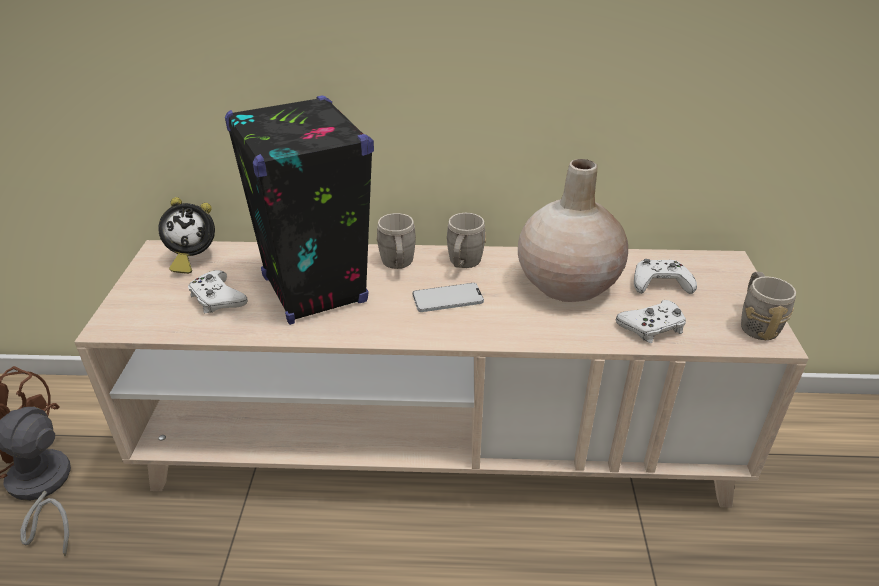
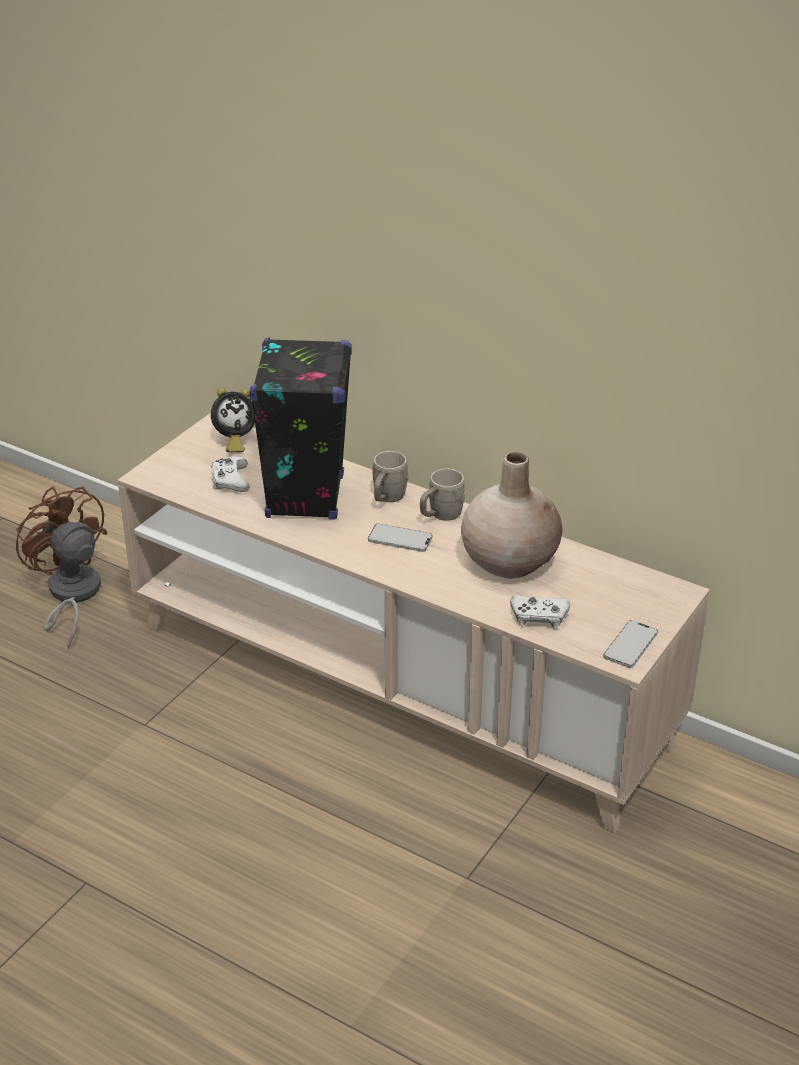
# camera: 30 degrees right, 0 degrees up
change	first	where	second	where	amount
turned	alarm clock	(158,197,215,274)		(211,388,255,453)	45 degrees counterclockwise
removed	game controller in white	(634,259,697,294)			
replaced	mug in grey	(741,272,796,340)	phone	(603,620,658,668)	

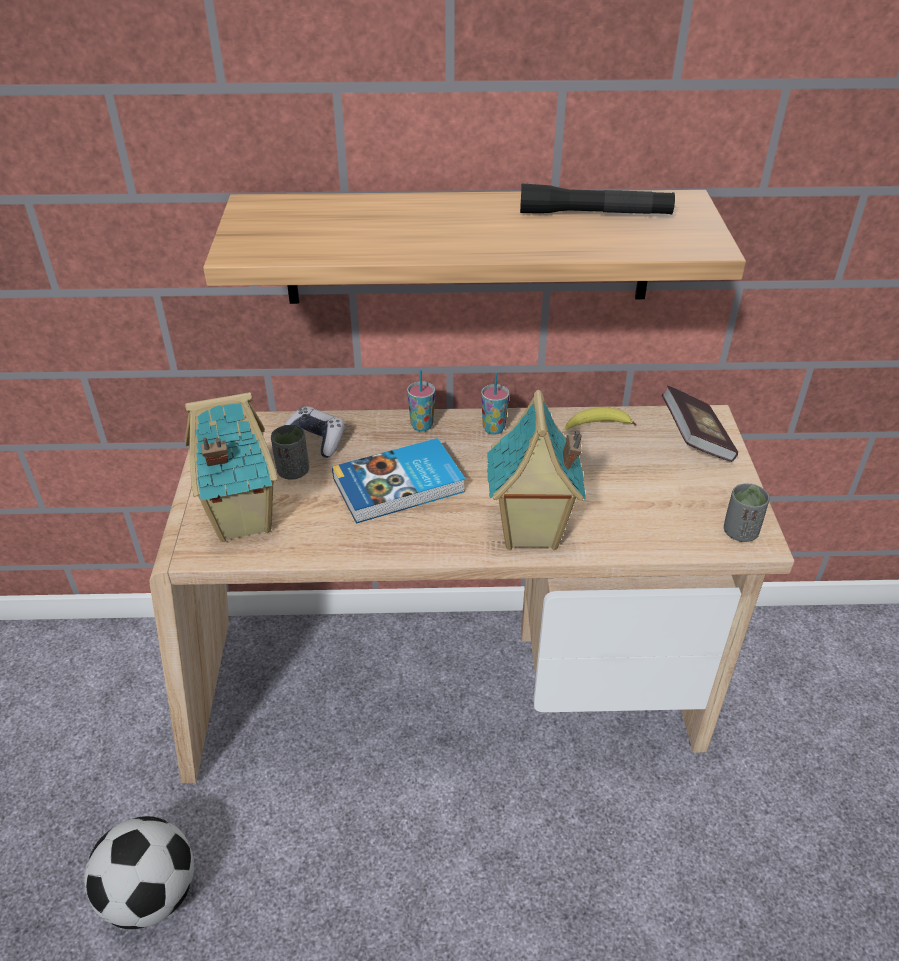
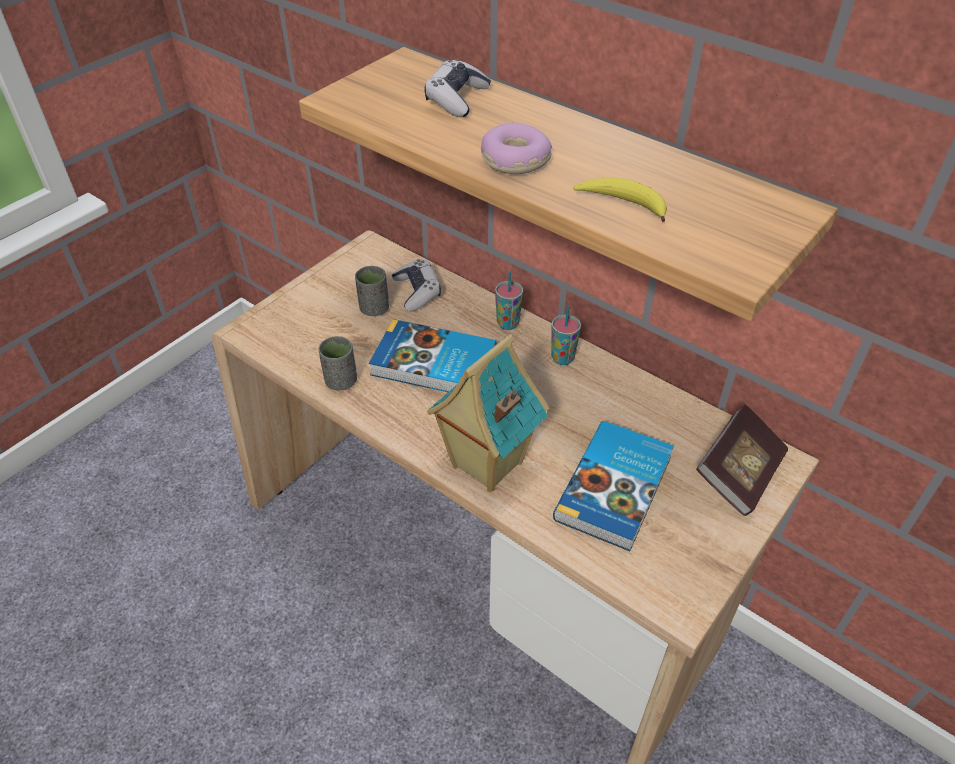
# camera: 40 degrees right, 5 degrees up
change	first	where	second	where	amount
removed	football	(84,816,194,929)			
removed	toy house	(185,392,277,542)			
removed	flashlight in black	(520,184,675,215)			
moved	banana	(565,407,636,430)		(573,178,667,222)	
moved	cup in grey	(724,483,770,542)		(318,336,357,390)	
added			game controller	(424,59,491,117)	
added			donut	(481,123,552,174)	
added			book	(553,420,674,551)	

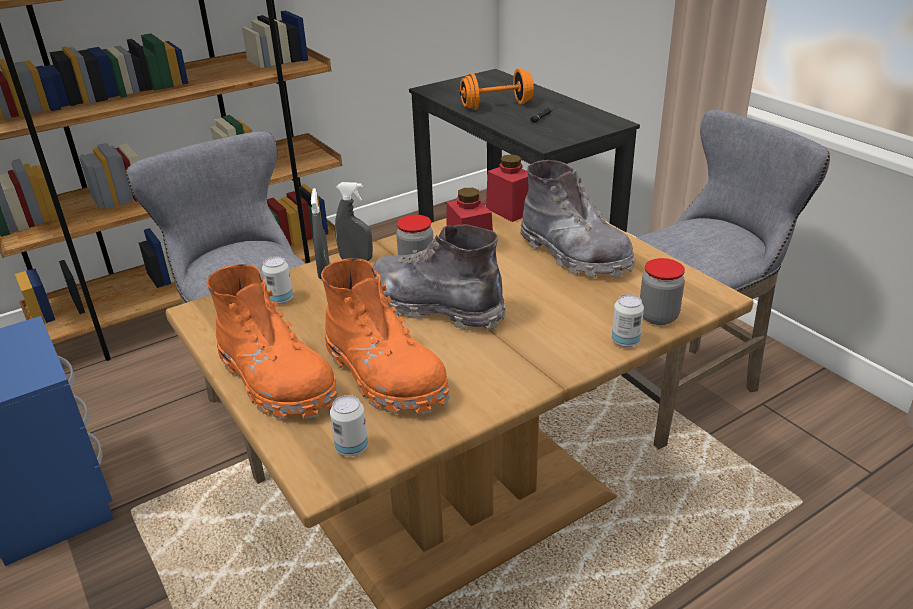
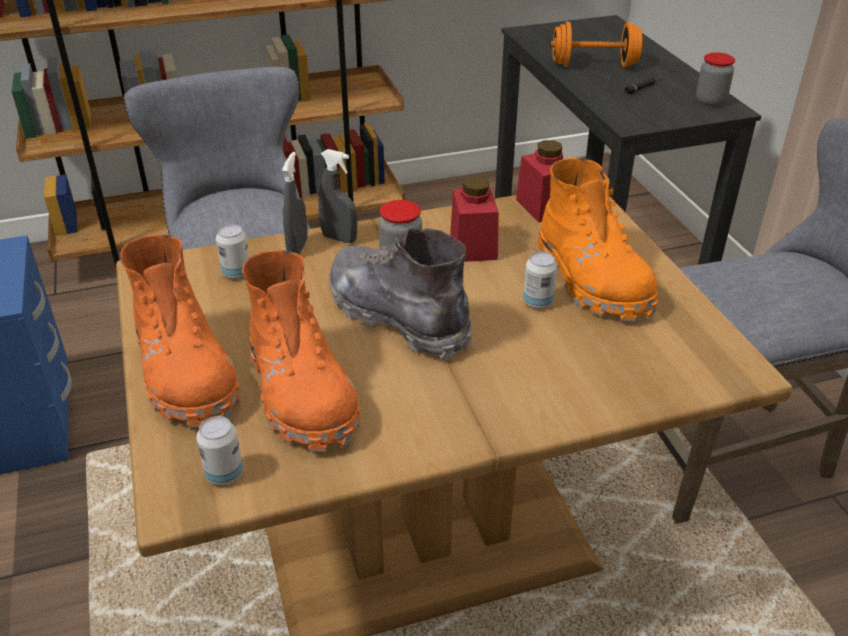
# camera: 15 degrees right, 5 degrees up
change	first	where	second	where	amount
recoloured	boot in grey	(520,160,636,278)	boot in orange	(538,158,658,321)	
moved	can	(612,294,644,347)		(523,252,557,309)	
moved	jar	(640,258,685,325)		(696,52,735,106)	

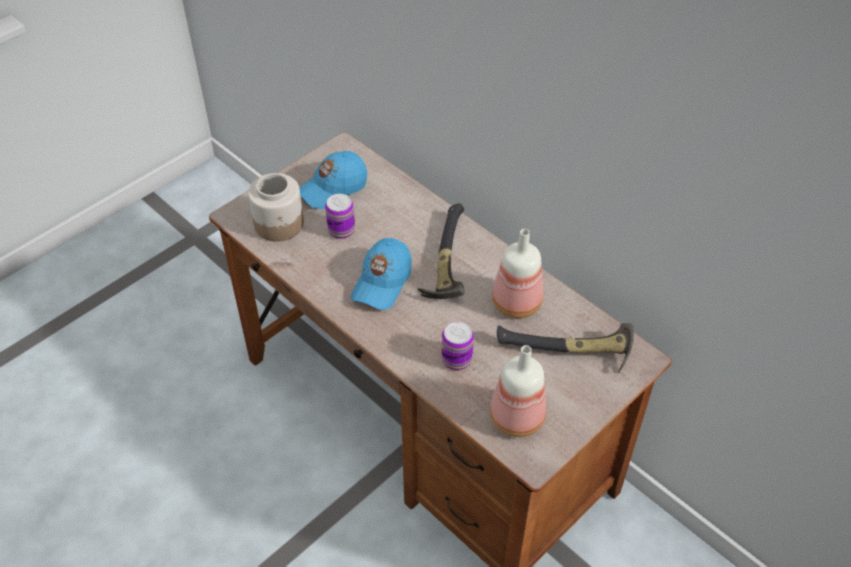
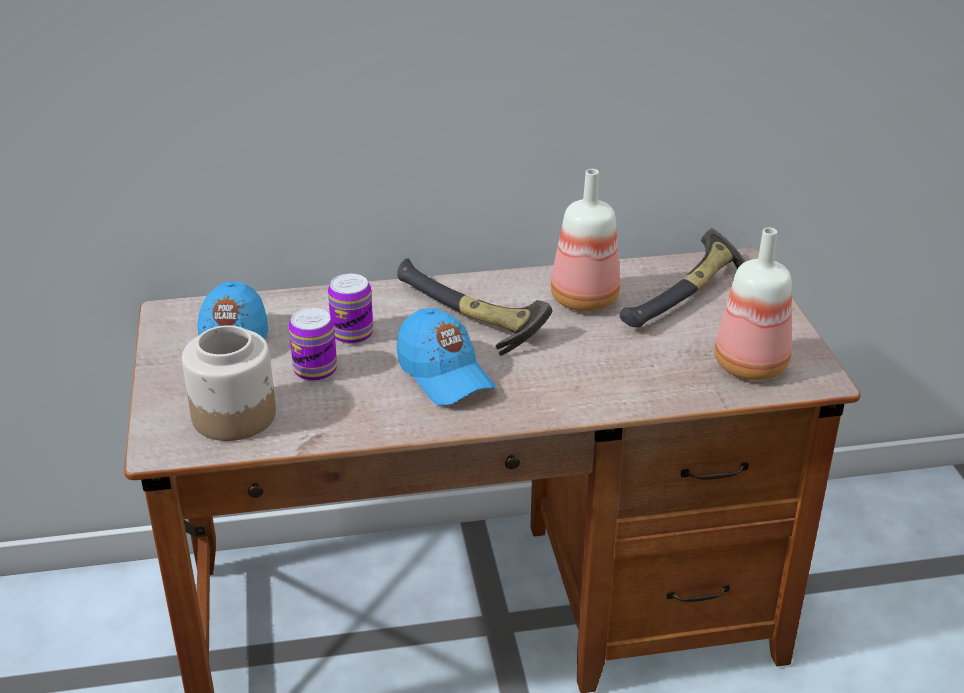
# camera: 55 degrees left, 15 degrees down
change	first	where	second	where	amount
moved	can	(442,322,474,370)		(328,274,373,344)	

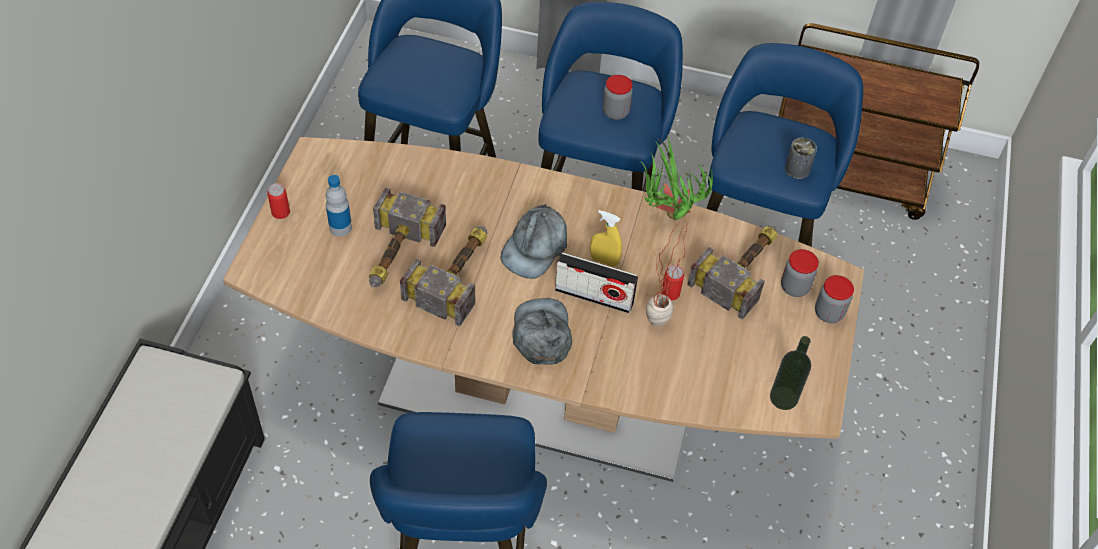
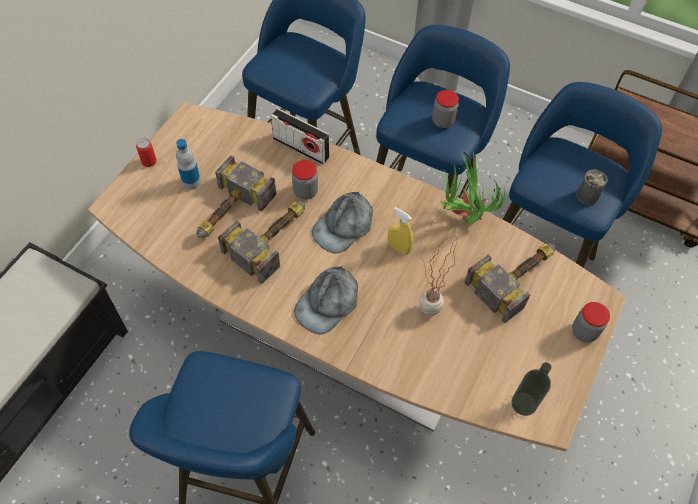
# camera: 15 degrees right, 5 degrees up
change	first	where	second	where	amount
turned	cap in grey	(512,298,572,364)		(294,266,358,335)	150 degrees counterclockwise
moved	radio	(555,252,638,313)		(271,108,330,164)	
removed	can	(661,265,684,301)			
moved	jar	(781,249,819,297)		(292,160,318,199)	

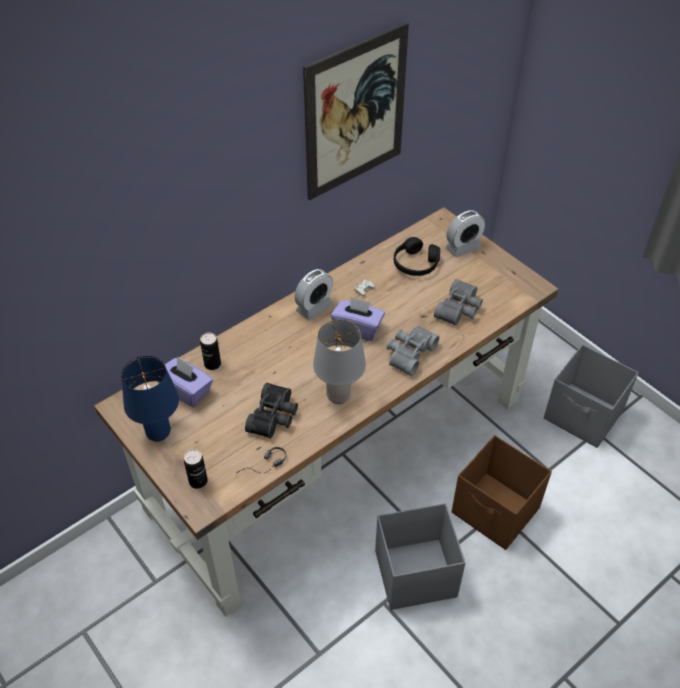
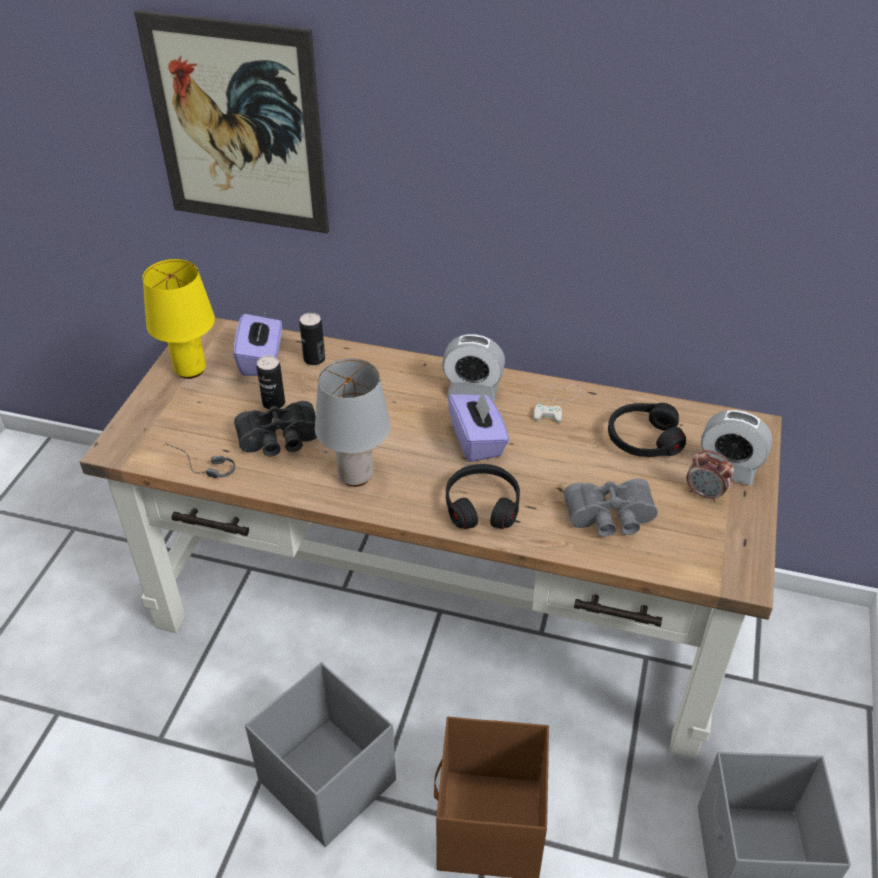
# camera: 55 degrees right, 5 degrees down
change	first	where	second	where	amount
recoloured	table lamp in blue	(121,356,179,441)	table lamp in yellow	(142,259,215,379)	
moved	can	(184,449,208,489)		(257,355,285,409)	
moved	picture	(303,22,409,200)		(134,10,329,234)	
replaced	binoculars in grey	(387,326,440,376)	headphones in black	(446,464,520,529)	
added			alarm clock	(687,450,734,502)	

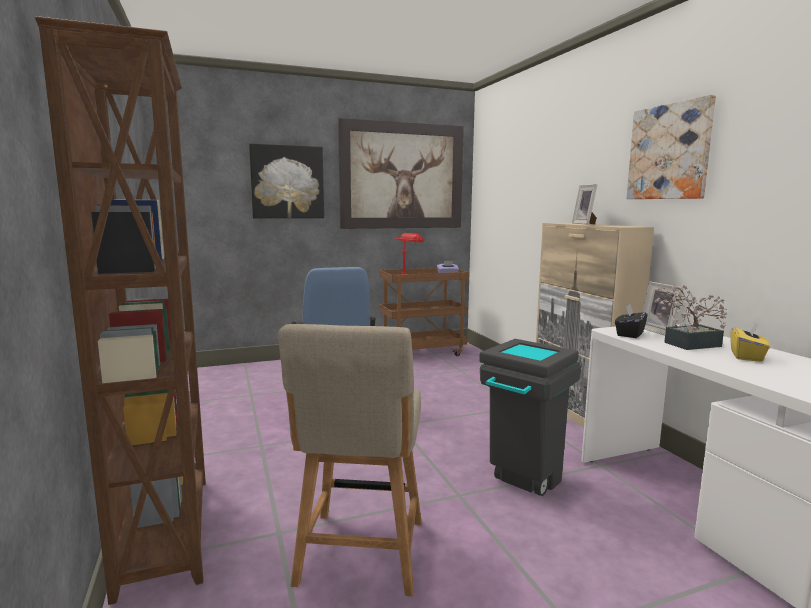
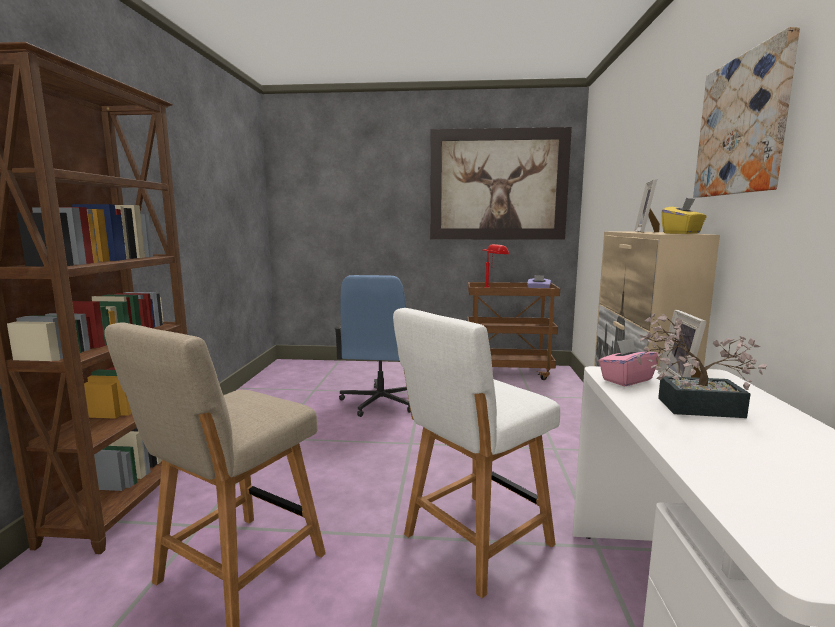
# camera: 25 degrees right, 0 degrees up
change	first	where	second	where	amount
removed	picture	(249,144,324,218)			
replaced	trash can in grey	(479,339,581,496)	chair in white	(393,308,560,598)	
recoloured	tissue box in black	(615,304,647,338)	tissue box in pink	(598,338,659,386)	
moved	tissue box in yellow	(730,323,770,362)		(661,198,707,234)	

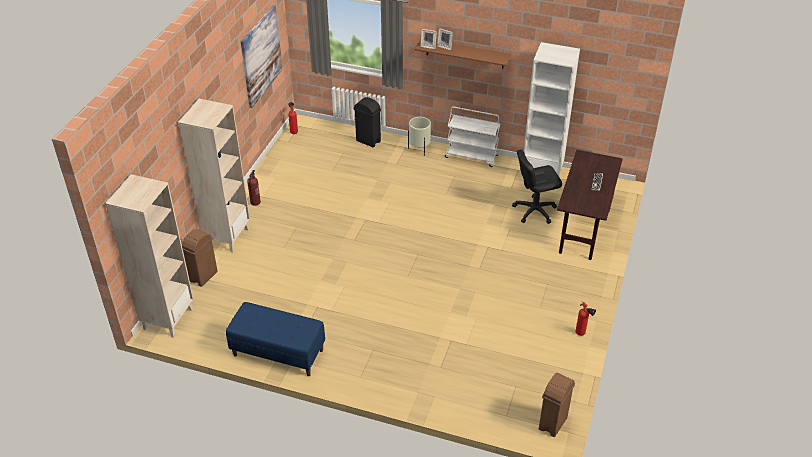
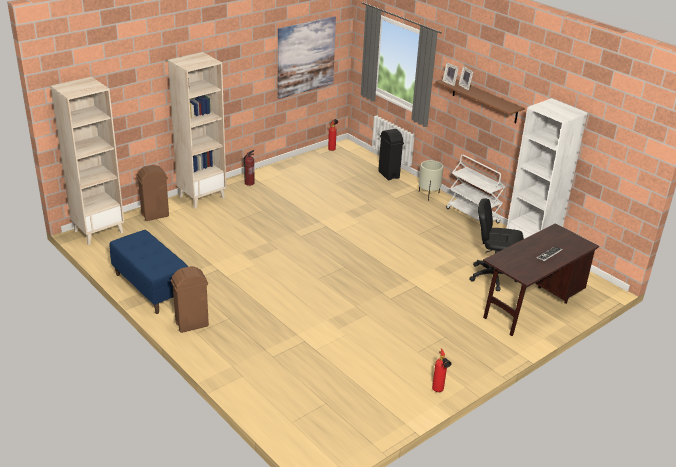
# camera: 30 degrees right, 10 degrees down
change	first	where	second	where	amount
moved	trash can in brown	(539,373,575,437)		(171,266,209,333)	

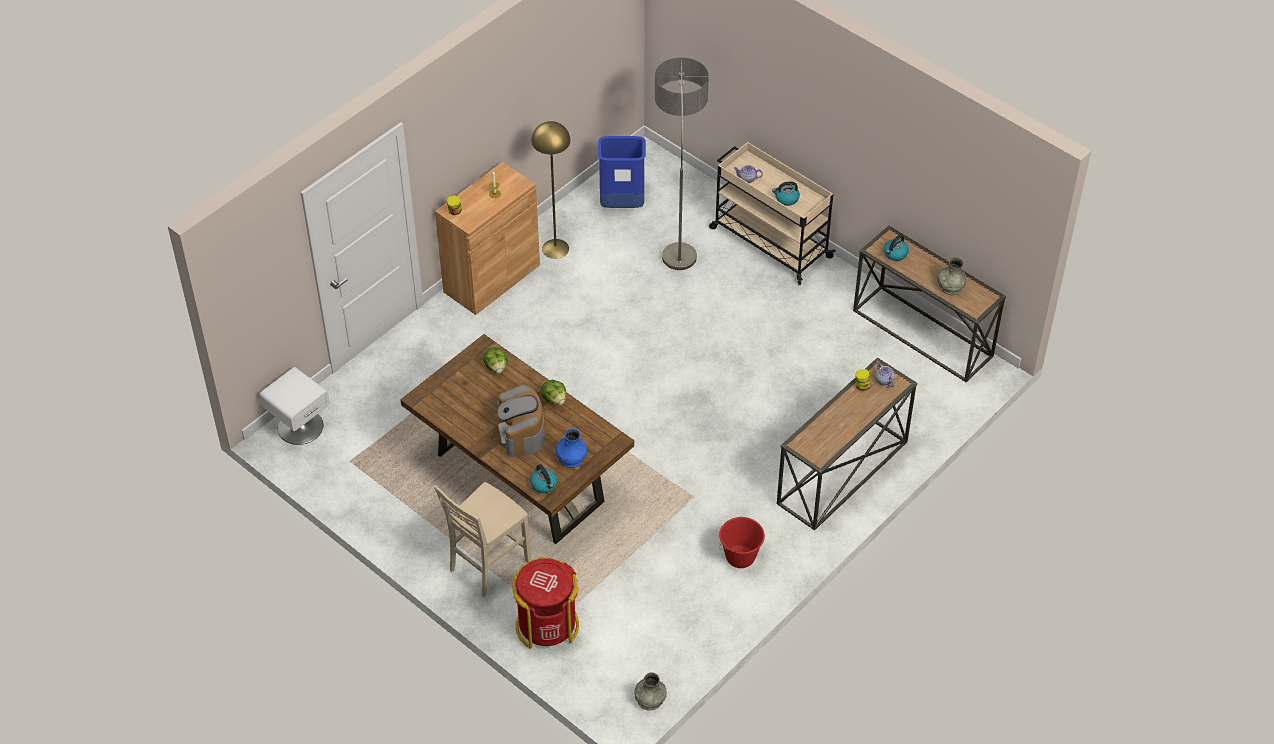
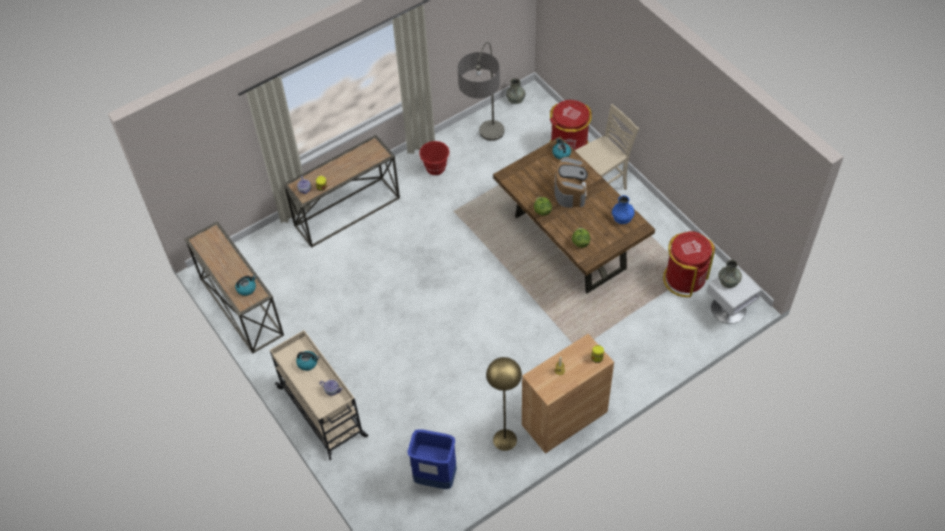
# camera: 165 degrees left, 5 degrees up
change	first	where	second	where	amount
moved	vase in blue	(556,429,587,468)		(612,195,635,224)	
moved	floor lamp	(655,57,709,270)		(458,42,504,141)	
moved	vase in grey	(937,257,967,295)		(718,260,742,288)	
added			trash can in red	(663,231,715,297)	

